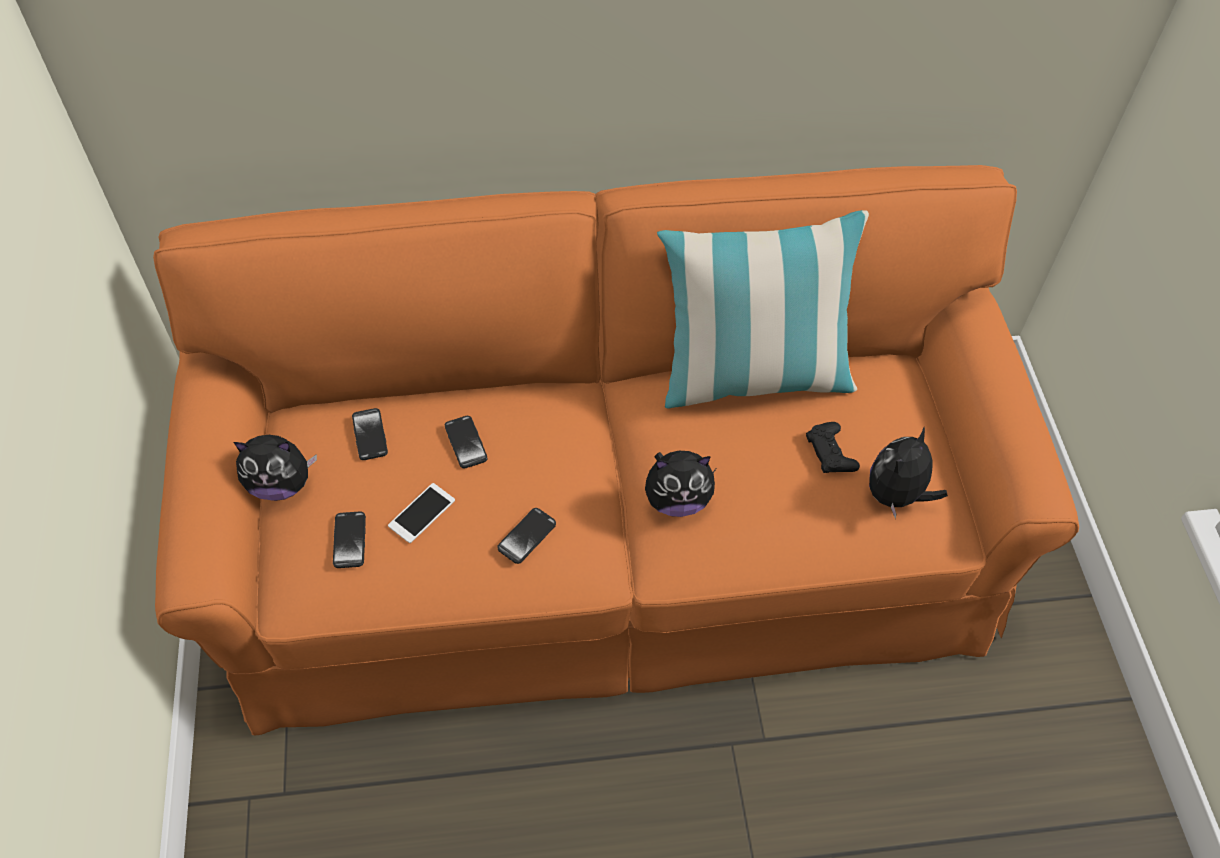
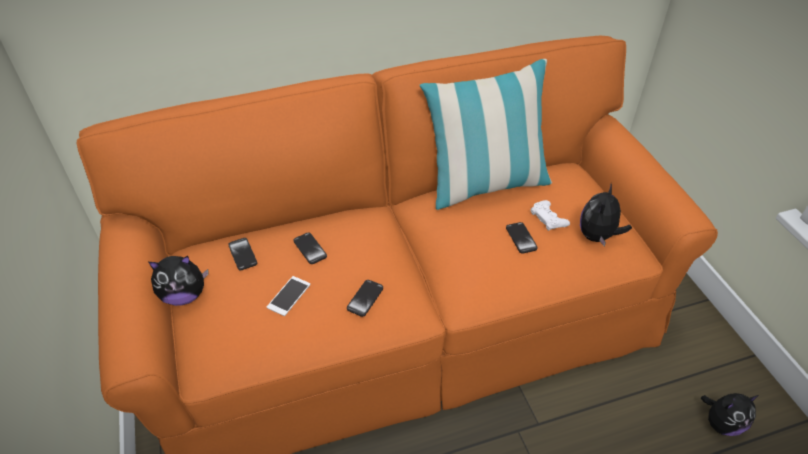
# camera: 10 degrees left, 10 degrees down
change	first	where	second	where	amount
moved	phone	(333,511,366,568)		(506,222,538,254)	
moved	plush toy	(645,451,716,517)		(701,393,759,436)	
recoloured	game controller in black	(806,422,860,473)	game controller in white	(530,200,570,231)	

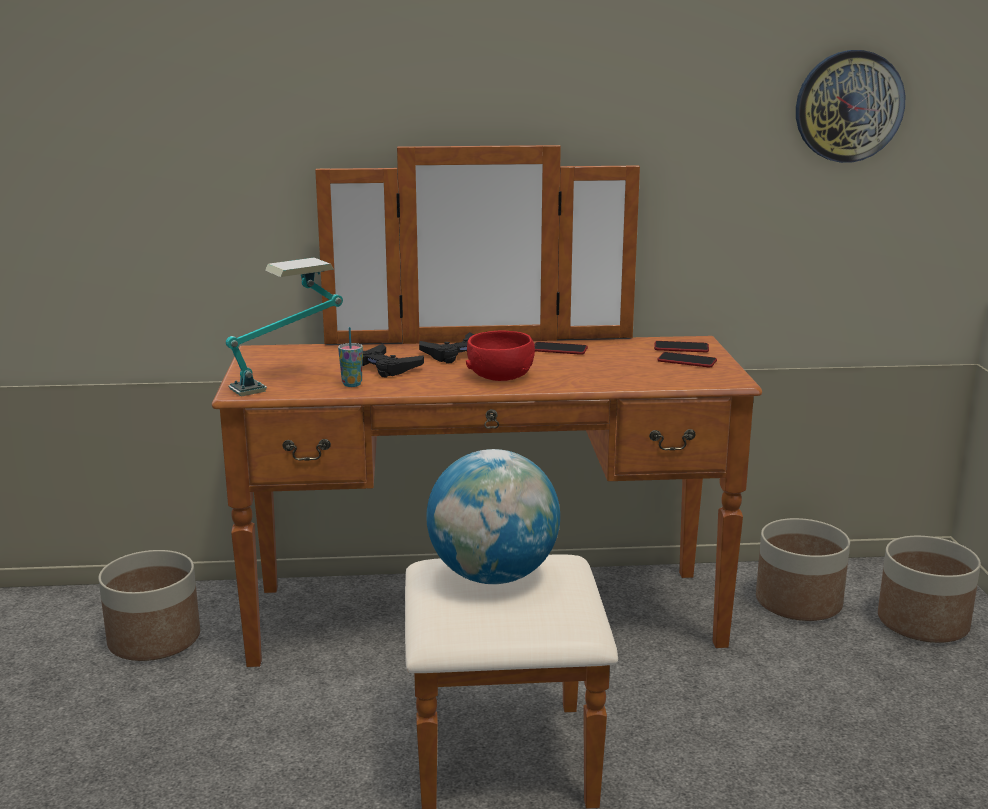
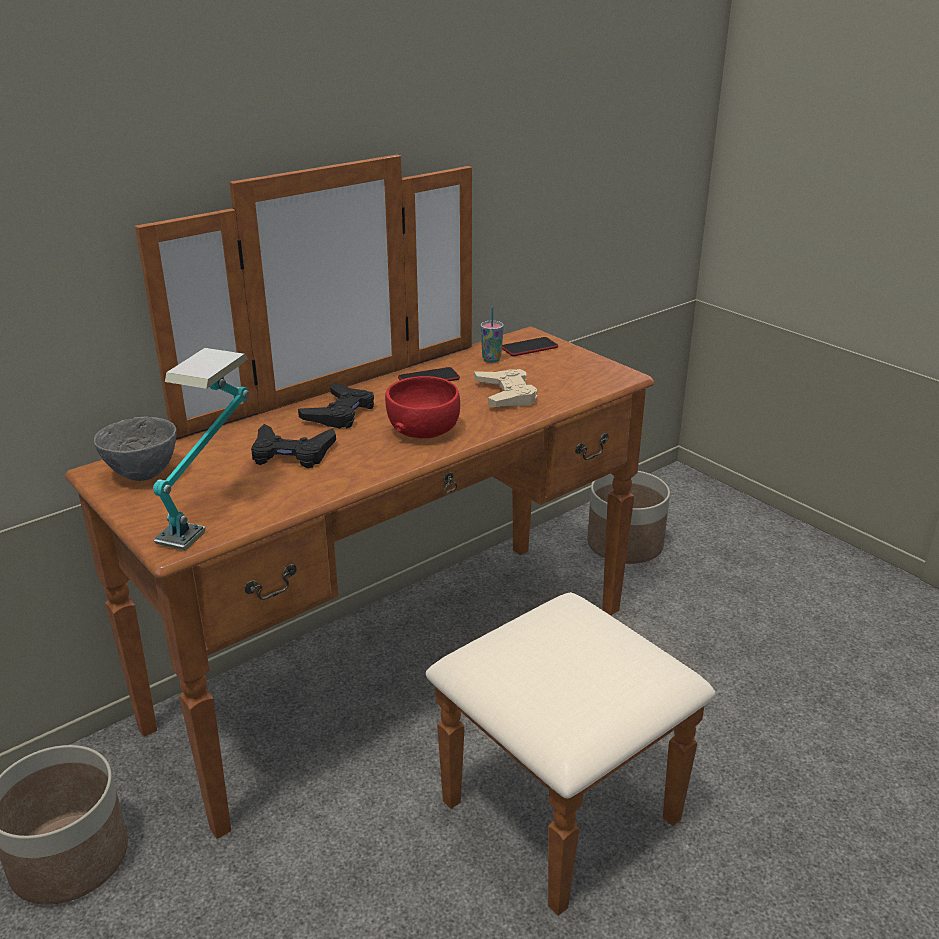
# camera: 35 degrees left, 10 degrees up
change	first	where	second	where	amount
moved	cup	(338,327,363,387)		(481,307,504,363)	
removed	globe	(426,449,560,584)			
removed	phone	(657,352,717,367)			
removed	wall clock	(796,50,905,163)			
removed	planter	(878,536,981,643)			
added			bowl in grey	(94,417,177,481)	
added			game controller in beige	(474,369,537,407)	

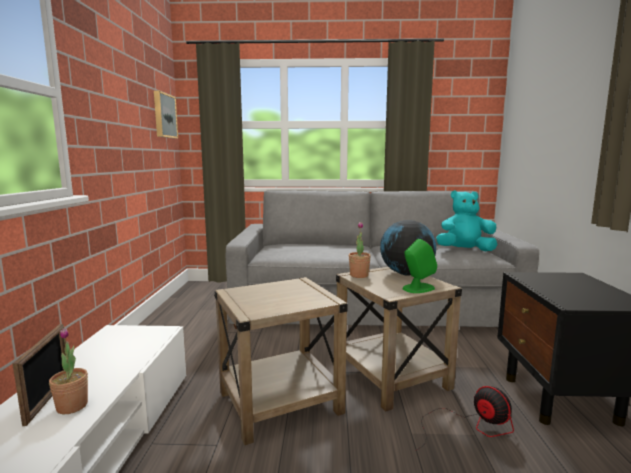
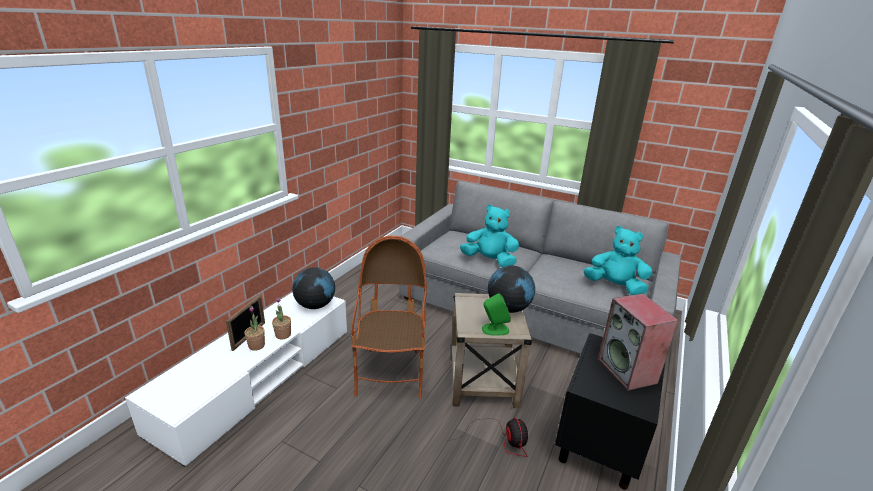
# camera: 25 degrees right, 15 degrees up
change	first	where	second	where	amount
removed	picture	(154,91,178,139)			
replaced	side table in beige	(214,277,348,445)	armchair	(351,236,427,398)	
moved	potted plant	(349,222,371,278)		(272,297,291,339)	
added			globe	(292,267,335,309)	
added			plush toy in turquoise	(460,204,519,267)	
added			speaker	(598,293,679,391)	

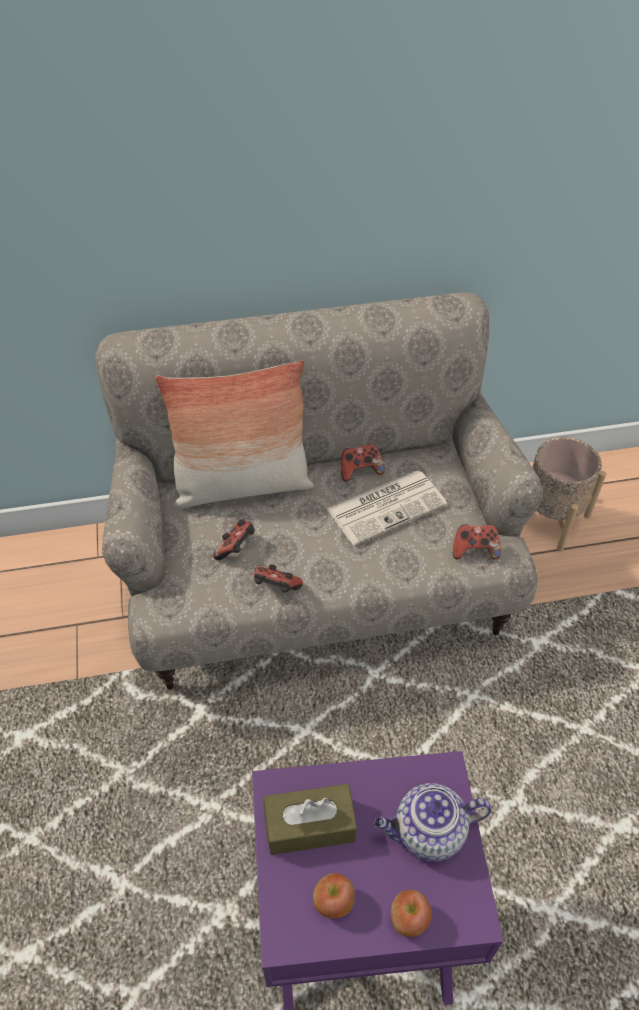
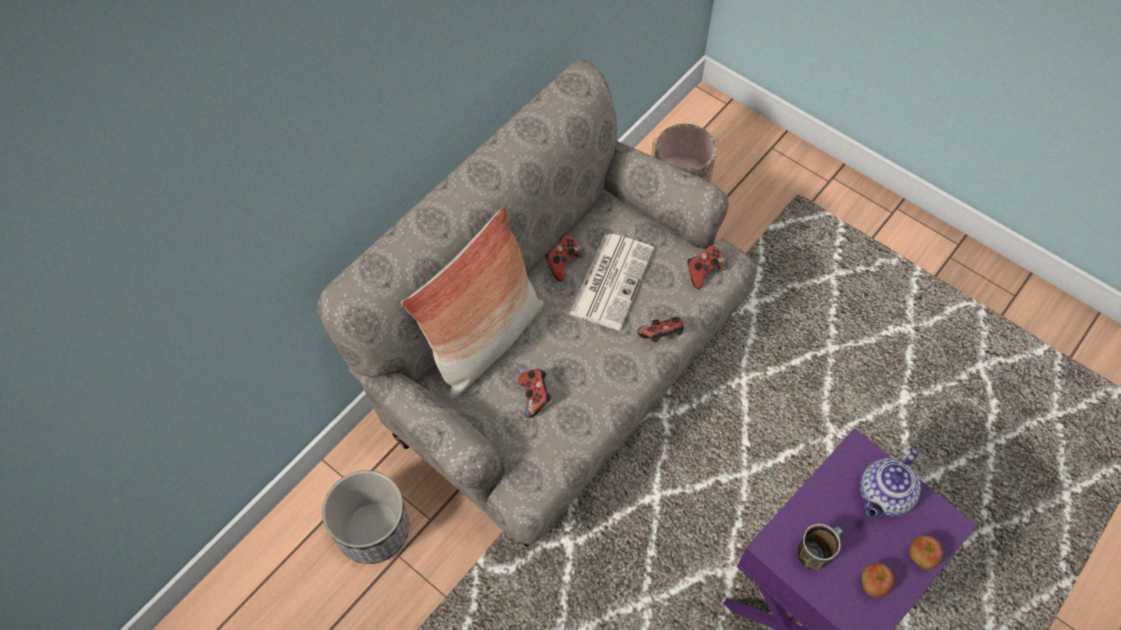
# camera: 40 degrees left, 10 degrees up
change	first	where	second	where	amount
moved	game controller	(254,564,303,593)		(638,317,684,342)	
replaced	tissue box in brown	(264,784,357,855)	mug	(798,524,843,570)	
added			planter	(322,470,409,564)	

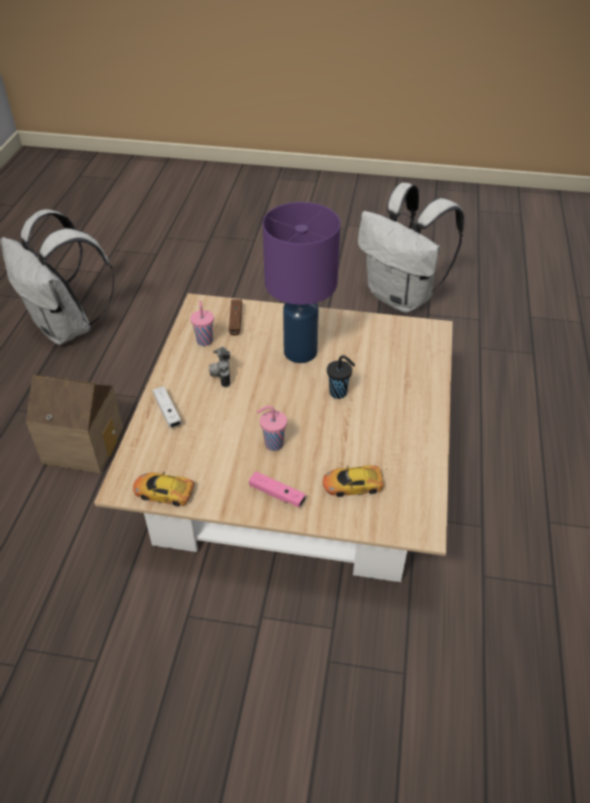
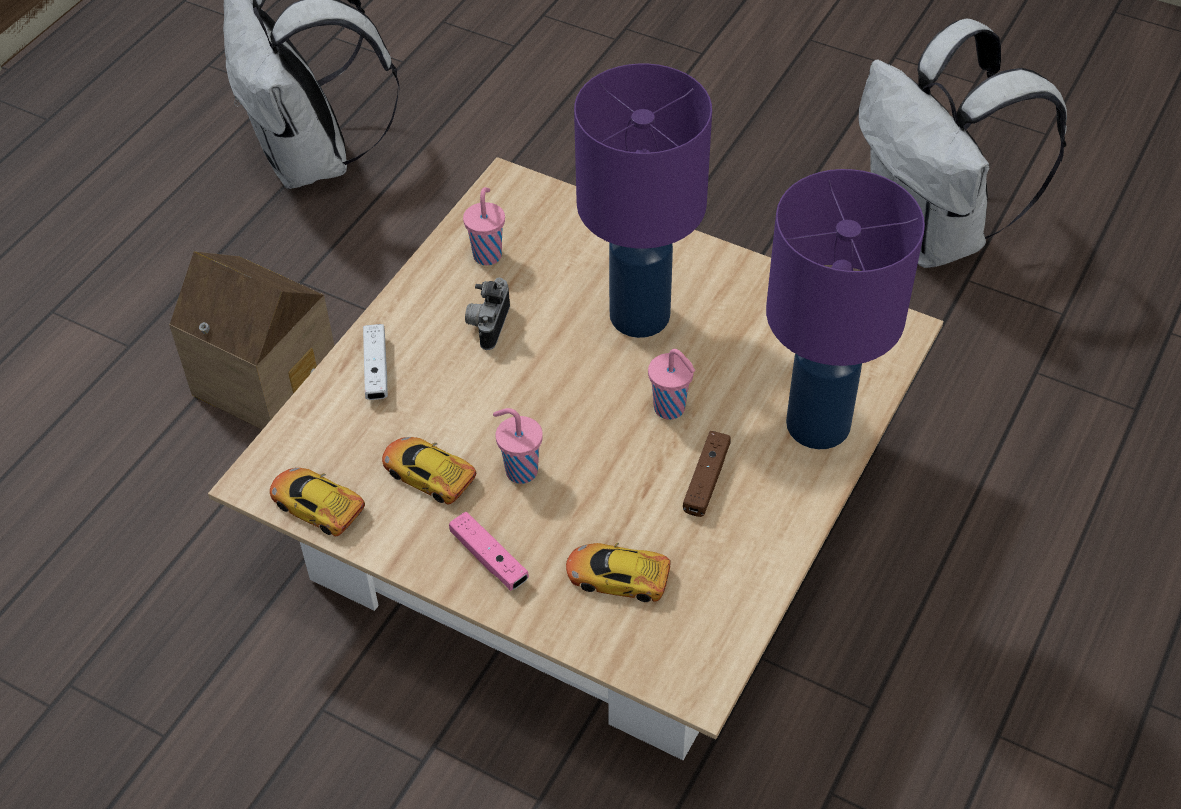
# camera: 20 degrees right, 5 degrees up
change	first	where	second	where	amount
moved	game controller in brown	(229,300,242,336)		(683,431,731,517)	
recoloured	cup in black	(327,355,355,399)	cup in pink	(648,349,695,420)	
added			toy car	(382,437,476,504)	
added			table lamp in purple	(766,169,925,449)	

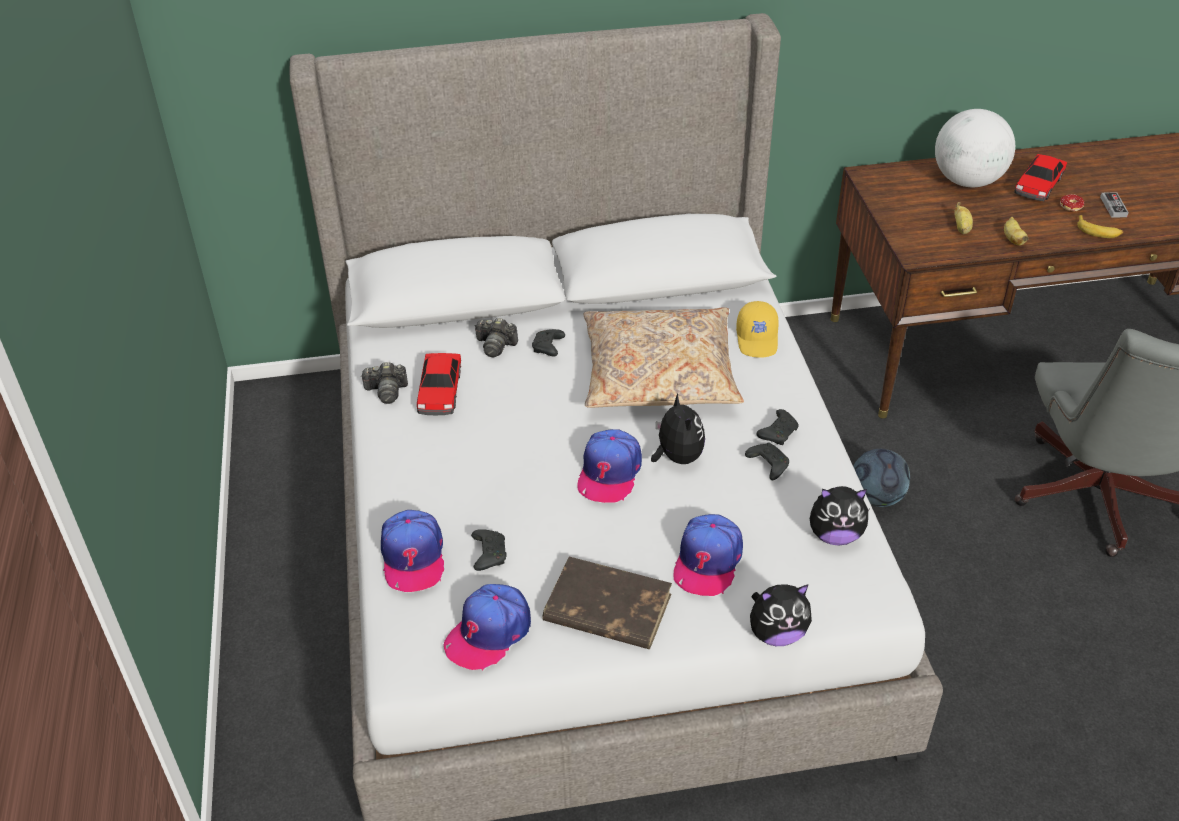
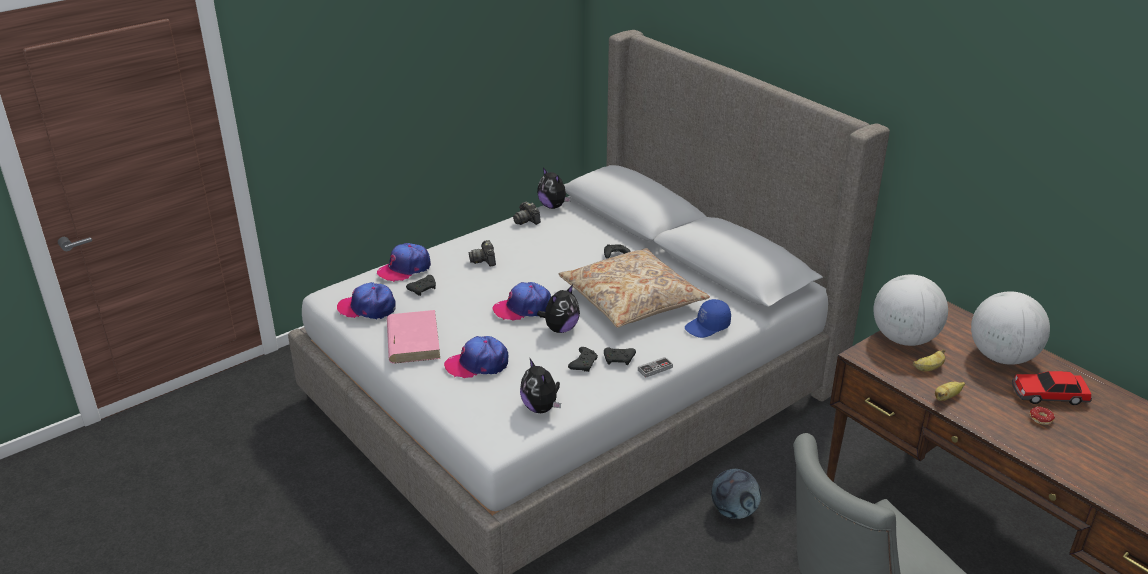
# camera: 60 degrees right, 10 degrees down
change	first	where	second	where	amount
removed	toy car	(417,353,461,415)			
moved	photo camera	(475,318,518,357)		(469,240,496,267)	
recoloured	book in brown	(542,557,672,649)	book in pink	(387,310,440,364)	
recoloured	cap in yellow	(736,301,779,357)	cap in blue	(685,299,731,338)	
moved	plush toy	(750,584,812,646)		(537,168,571,209)	
removed	banana	(1077,215,1123,238)			
moved	game controller	(1100,192,1129,218)		(638,357,673,378)	
added			globe	(873,275,948,346)	

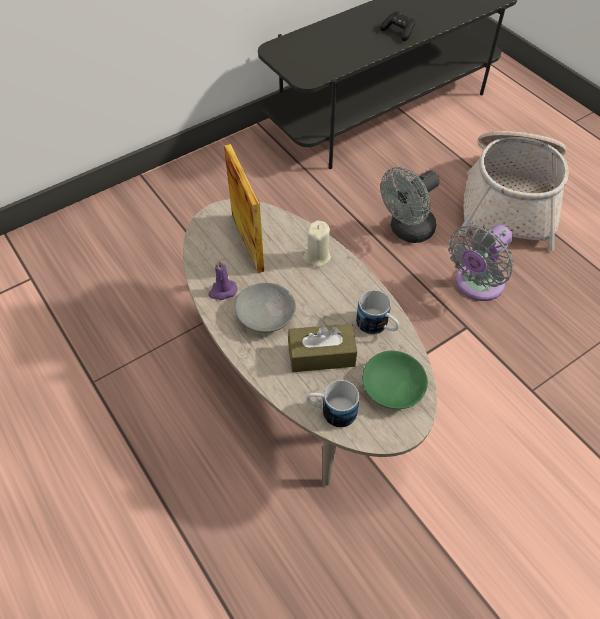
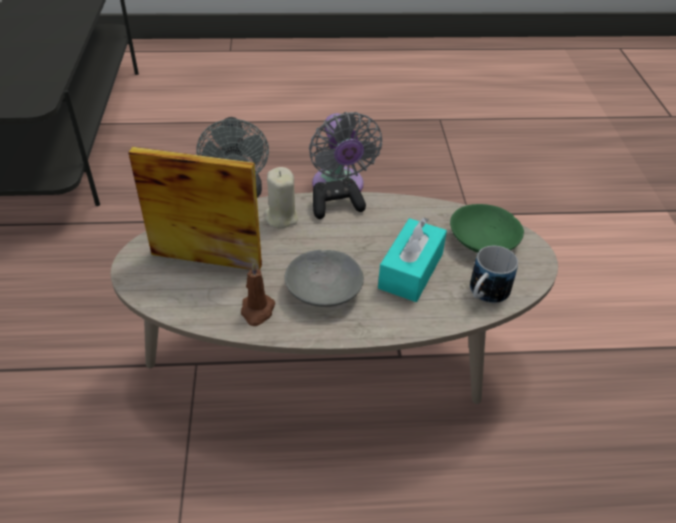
# camera: 60 degrees left, 10 degrees down
change	first	where	second	where	amount
recoloured	candle in purple	(209,260,238,300)	candle in brown	(241,262,276,326)	
recoloured	tissue box in brown	(288,324,357,372)	tissue box in turquoise	(378,217,447,302)	
removed	mug	(356,290,399,334)			
moved	game controller in black	(380,11,415,41)		(313,178,366,219)	
removed	basket	(459,131,569,251)			

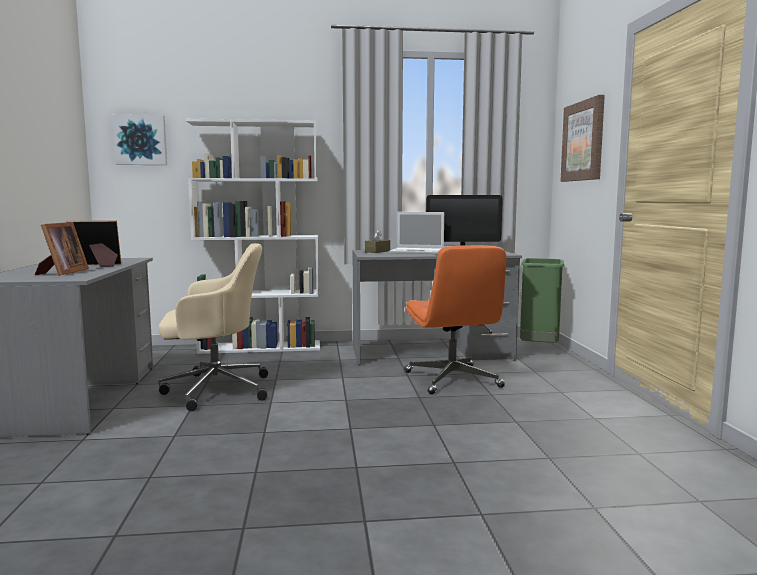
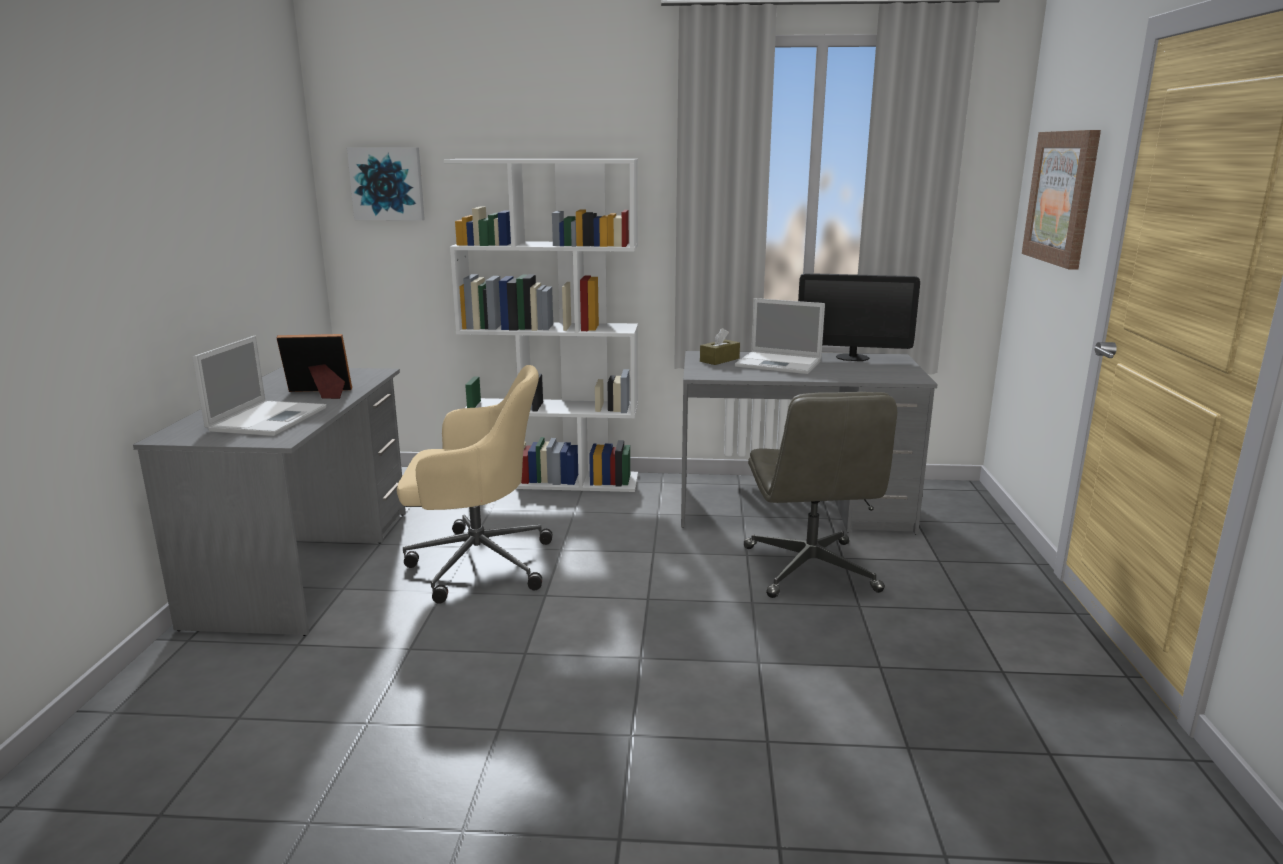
# camera: 10 degrees right, 10 degrees up
change	first	where	second	where	amount
replaced	picture frame	(35,222,89,276)	laptop	(193,335,326,436)	
recoloured	office chair in orange	(404,245,507,394)	office chair in grey	(744,392,897,598)	
removed	trash can in green	(520,258,564,343)			

